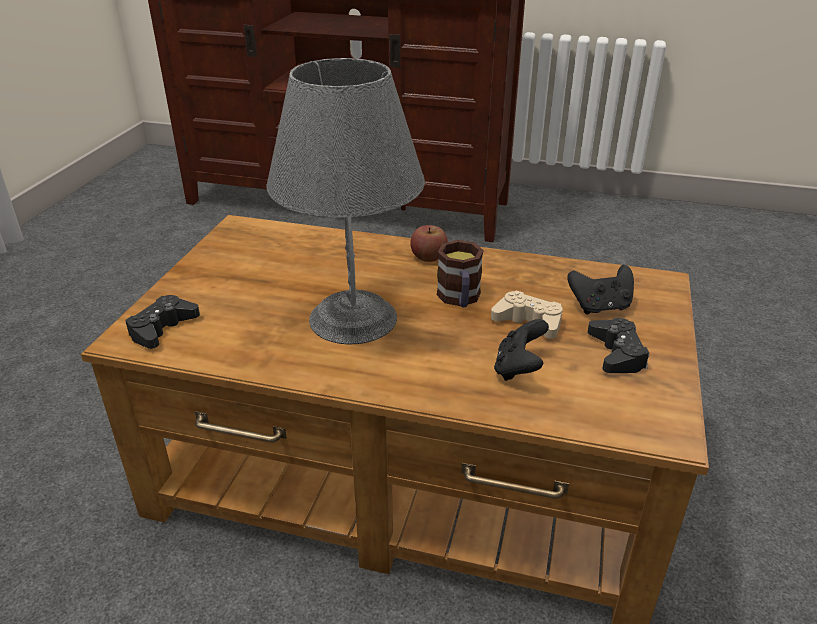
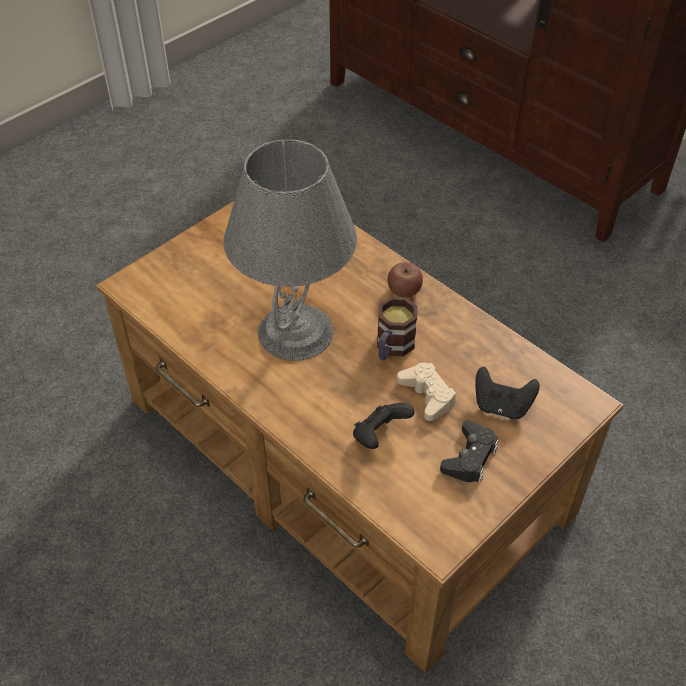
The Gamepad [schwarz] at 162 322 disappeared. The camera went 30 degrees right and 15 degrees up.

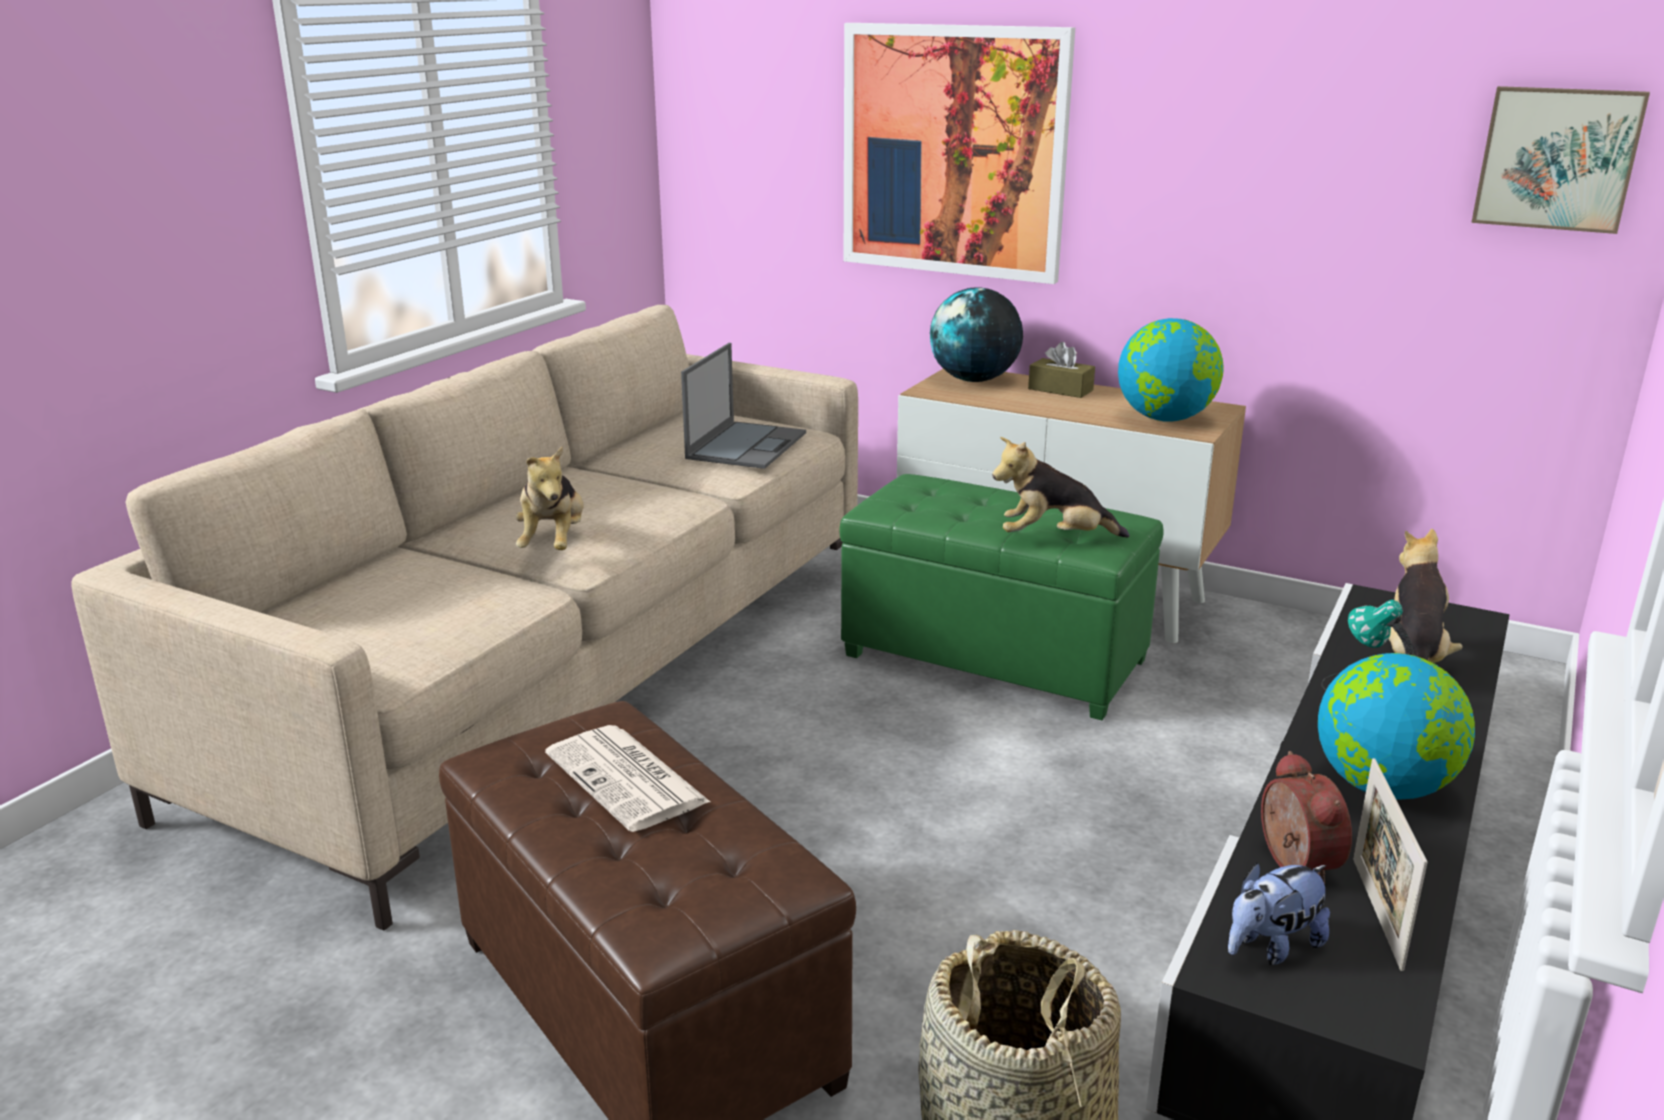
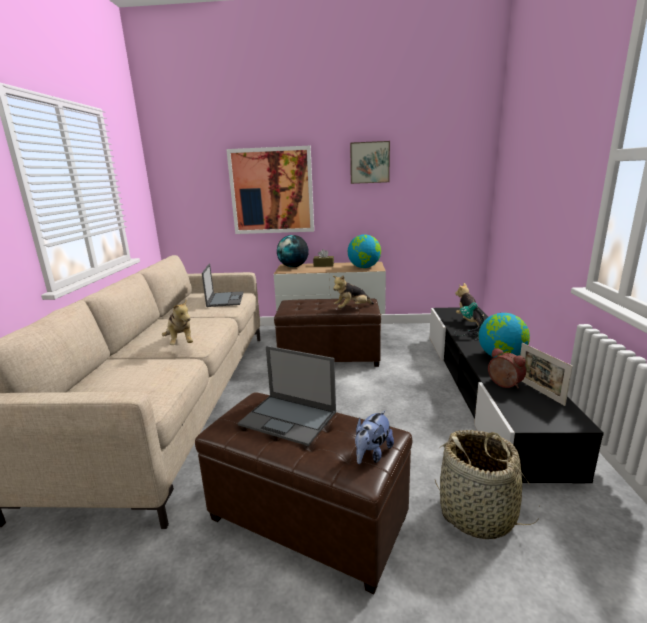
The Bild moved from 1560 160 to 370 162. The Polsterhocker [grün] at 1002 597 became the Polsterhocker [braun] at 327 332. The Zeitung at 627 778 was replaced by the Laptop at 287 396. The Plüschtier moved from 1279 914 to 374 437. The camera went 25 degrees left and 5 degrees down.

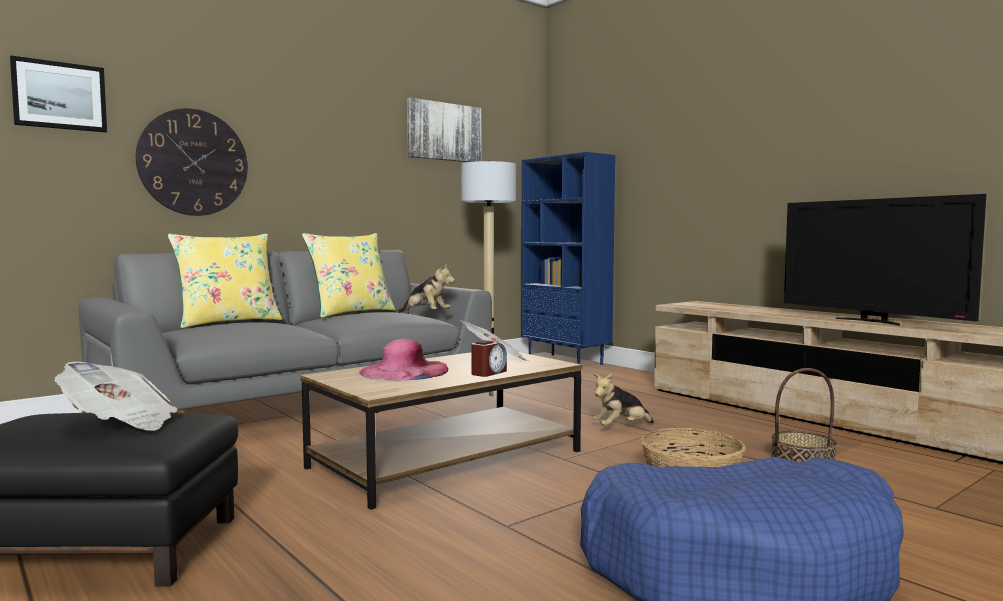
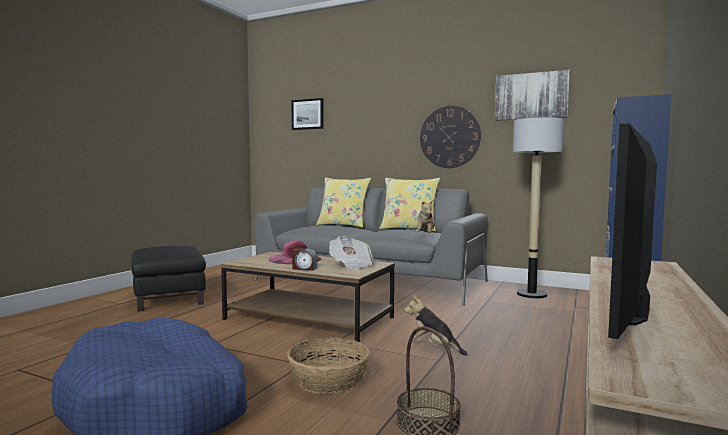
The Wanduhr moved from 192 162 to 450 137. The Zeitung at 116 396 disappeared. The camera went 65 degrees right and 0 degrees up.

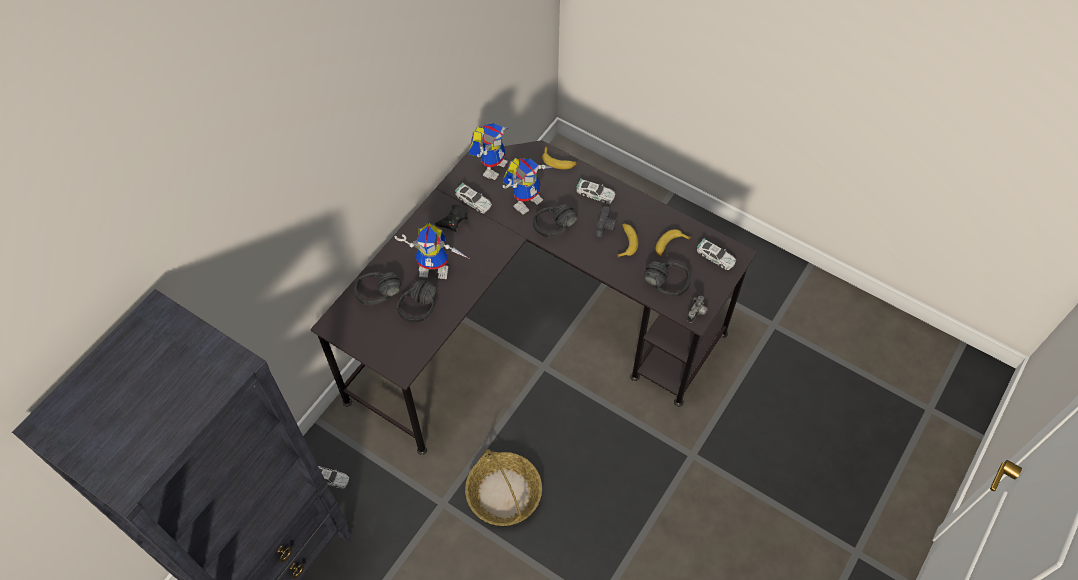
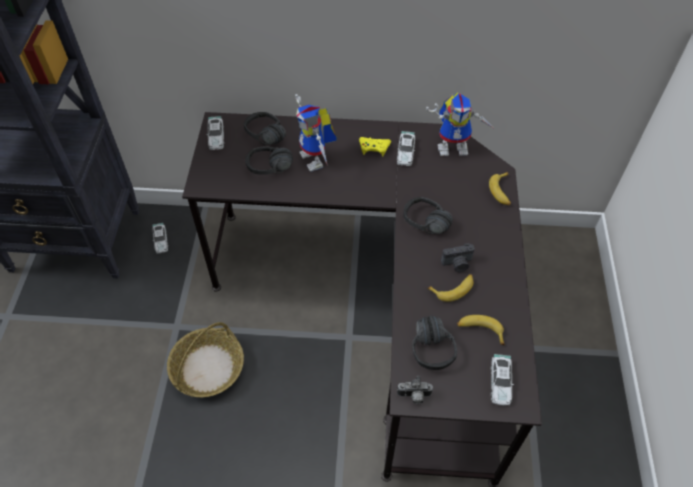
The Spielzeugroboter at 528 186 disappeared. The Spielzeugauto moved from 595 191 to 215 133. The Gamepad [schwarz] at 451 218 became the Gamepad [gelb] at 375 147. The camera went 60 degrees right and 5 degrees down.

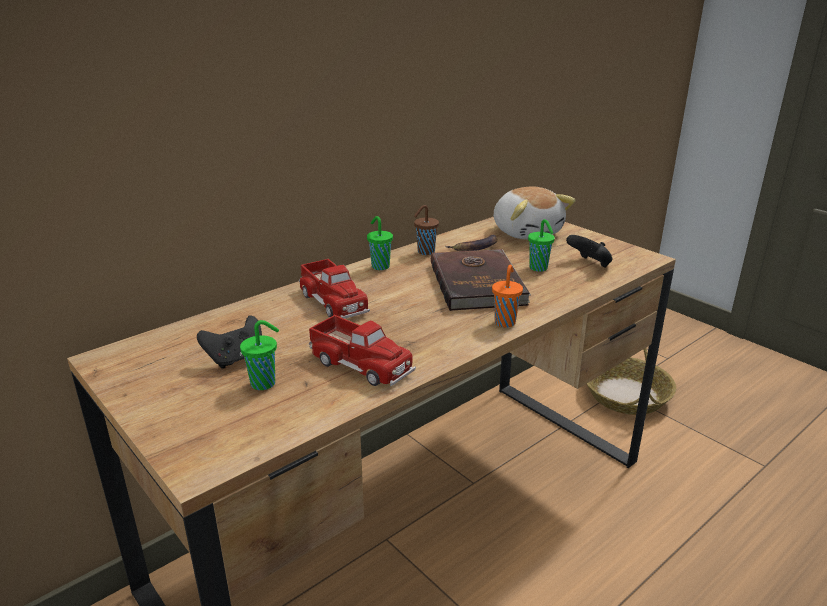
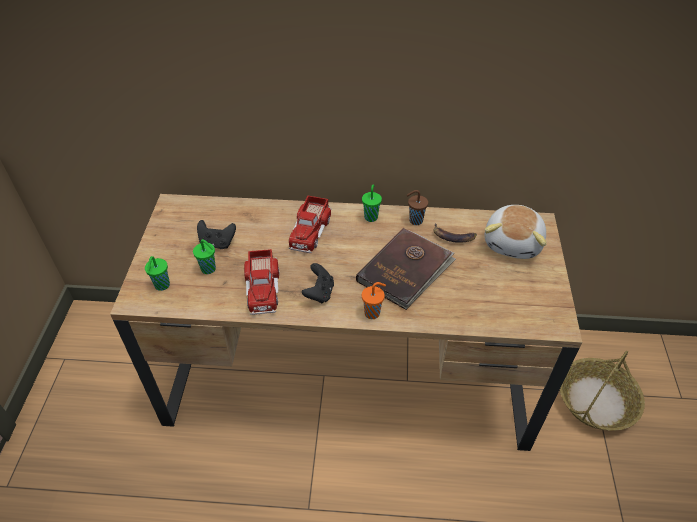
The Tasse [grün] moved from 541 245 to 157 273. The Gamepad [schwarz] moved from 589 251 to 318 283. The camera went 45 degrees right and 20 degrees up.

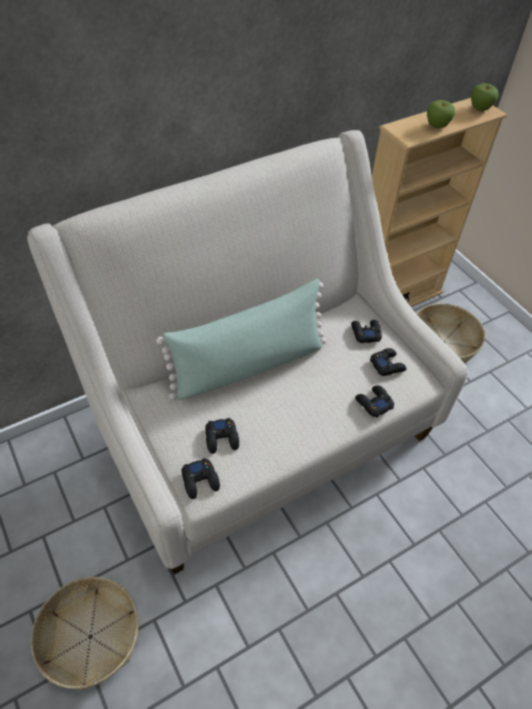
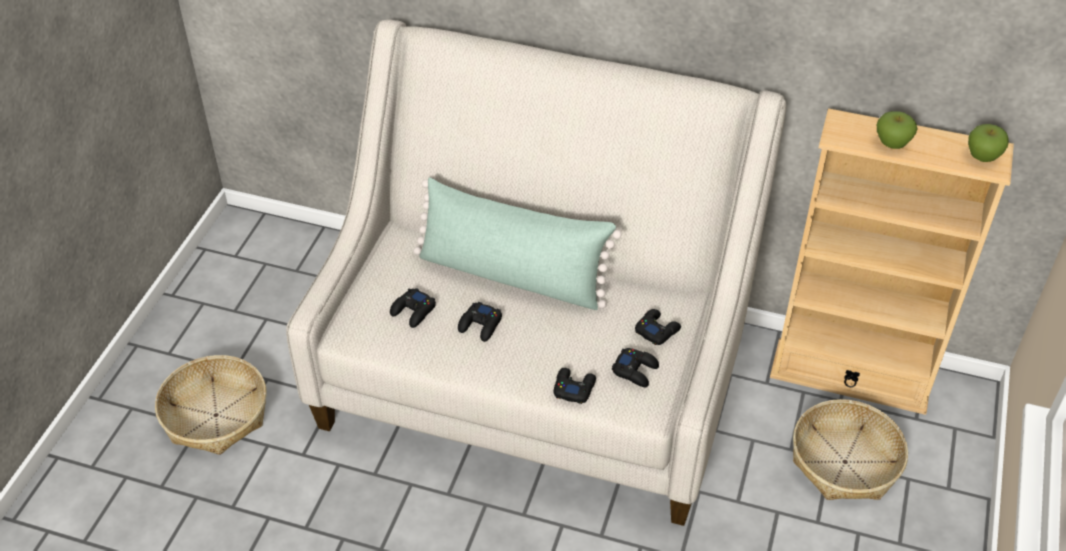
The Gamepad [schwarz] moved from 201 478 to 480 322. The camera went 50 degrees right and 5 degrees down.

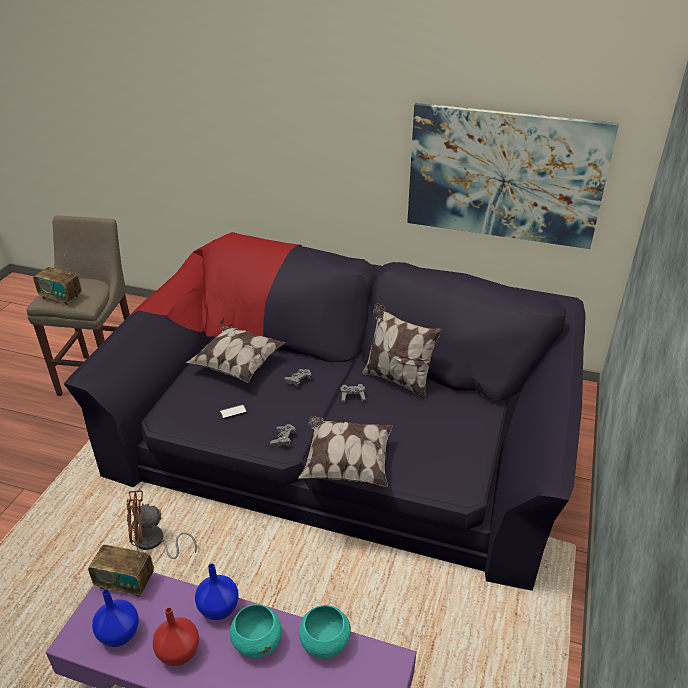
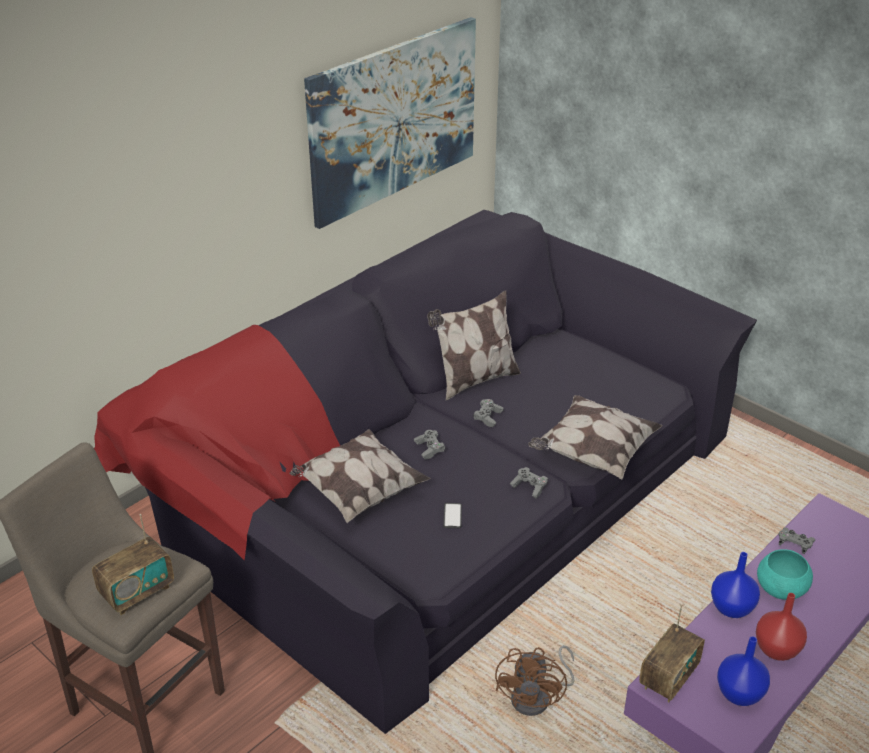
The Schüssel [türkis] at 325 631 was replaced by the Gamepad [grau] at 797 540. The camera went 65 degrees left and 0 degrees up.

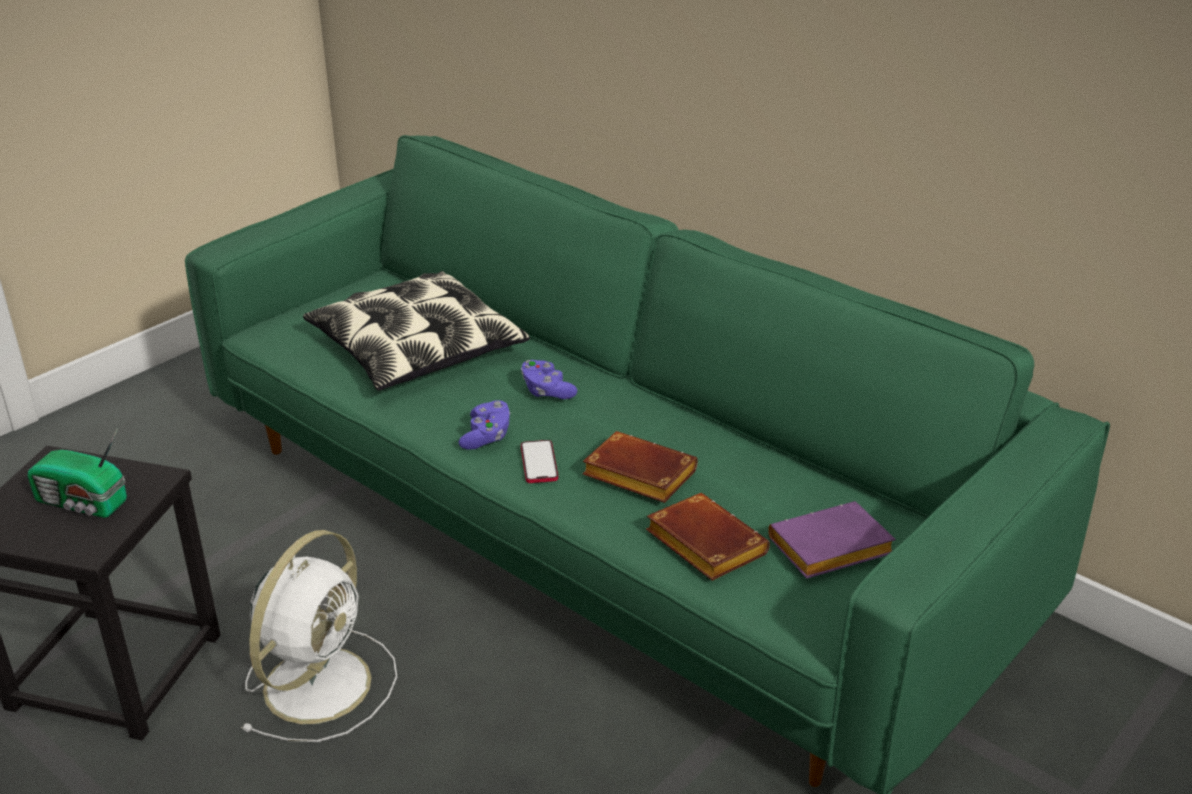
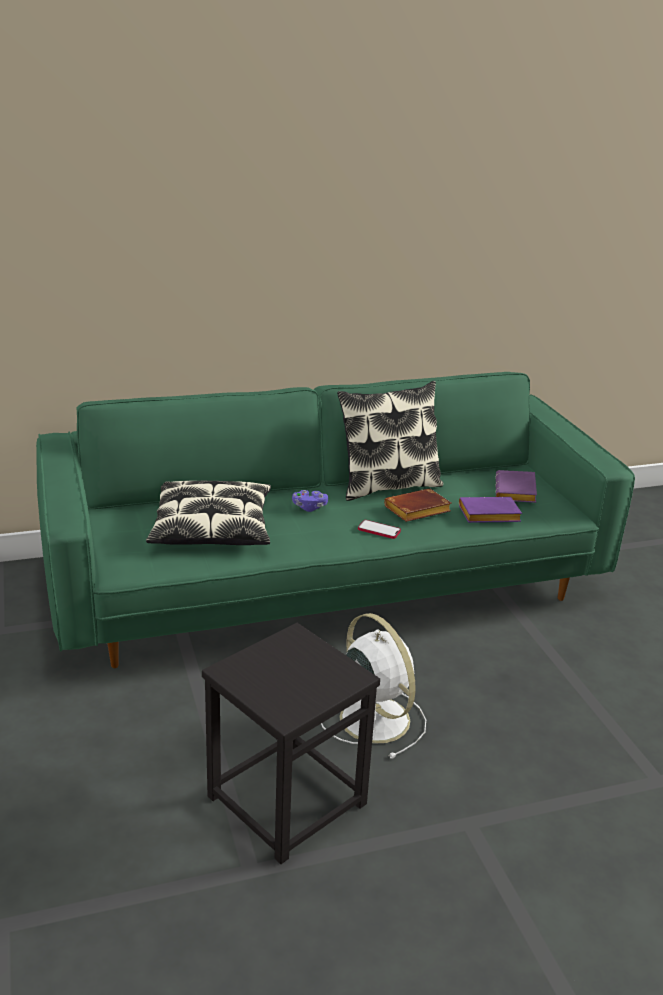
The Gamepad [lila] at 485 425 disappeared. The Radio at 77 473 disappeared. The Buch [braun] at 708 537 became the Buch [lila] at 490 510. The Kissen at 390 441 appeared. The camera went 60 degrees left and 5 degrees down.

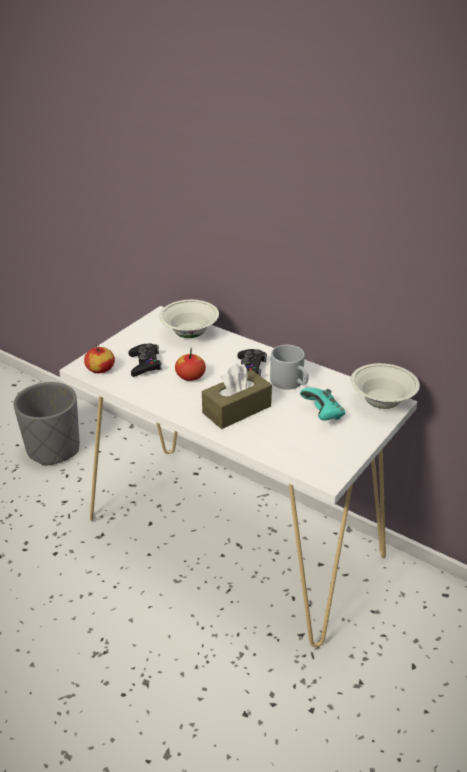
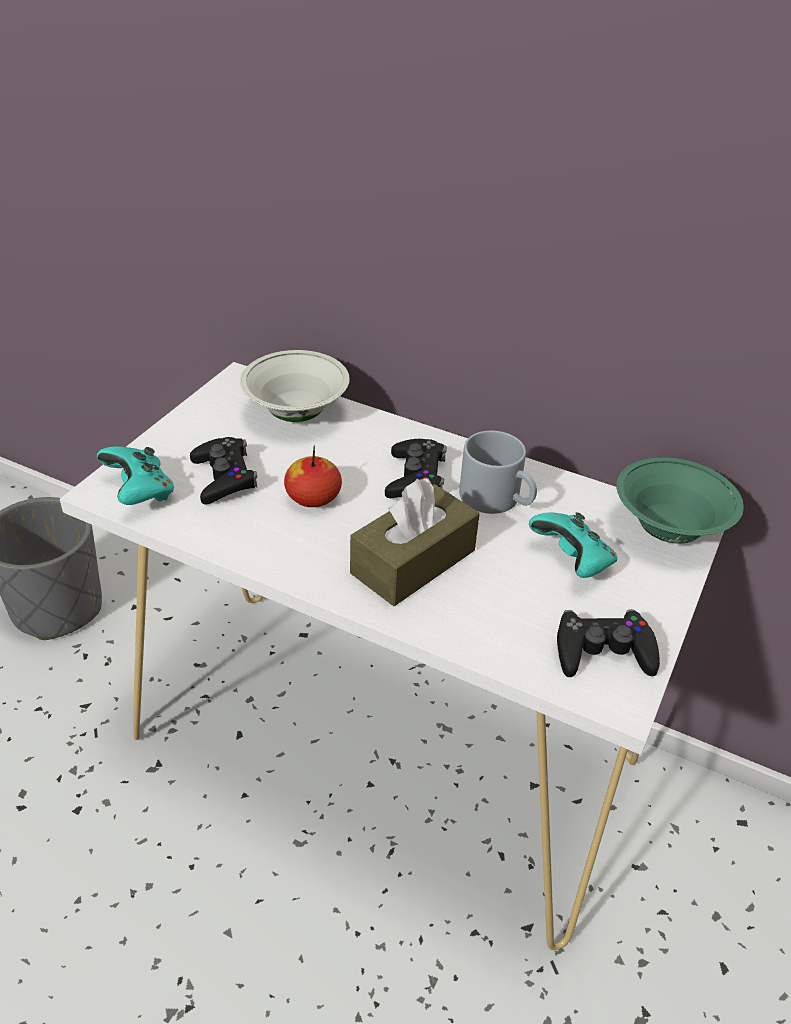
The Apfel at 99 358 was replaced by the Gamepad [türkis] at 135 475. The Schüssel [weiß] at 385 386 became the Schüssel [grün] at 680 500. The Gamepad [schwarz] at 608 643 appeared. The camera went 10 degrees left and 5 degrees up.

